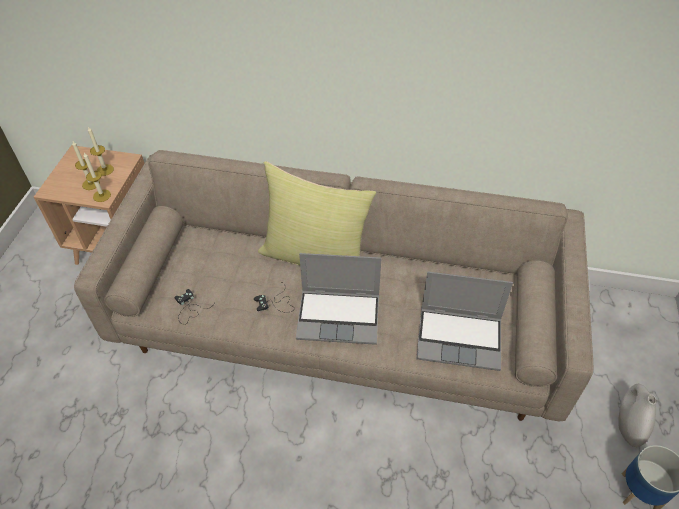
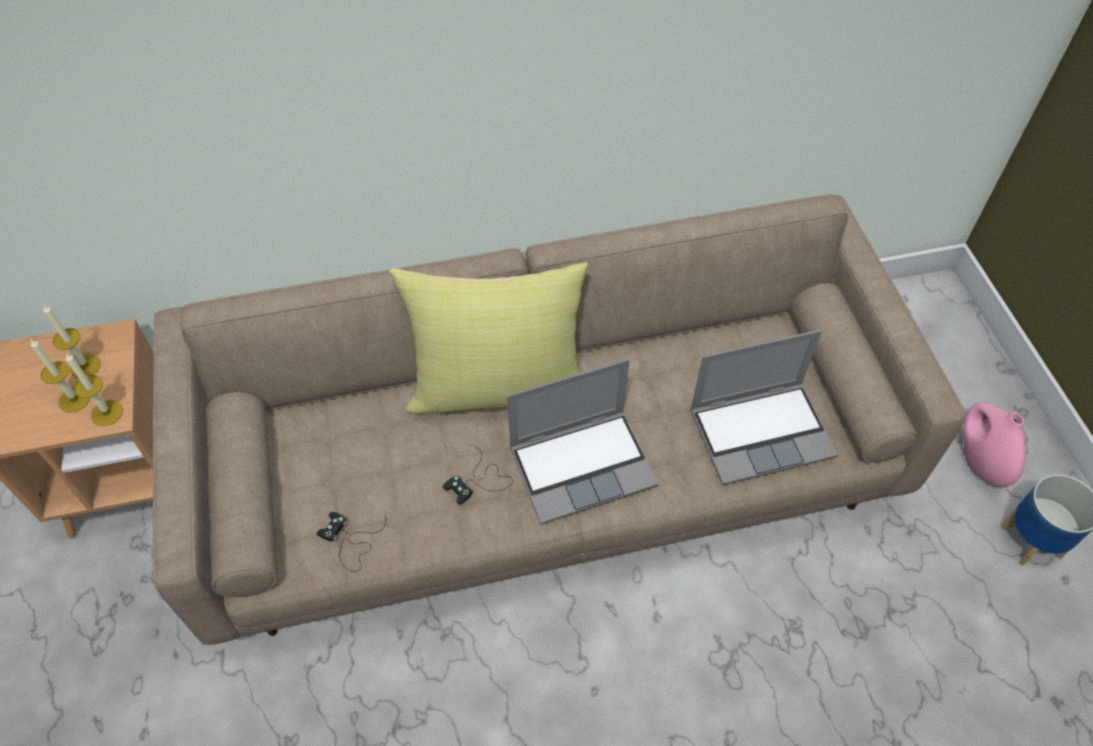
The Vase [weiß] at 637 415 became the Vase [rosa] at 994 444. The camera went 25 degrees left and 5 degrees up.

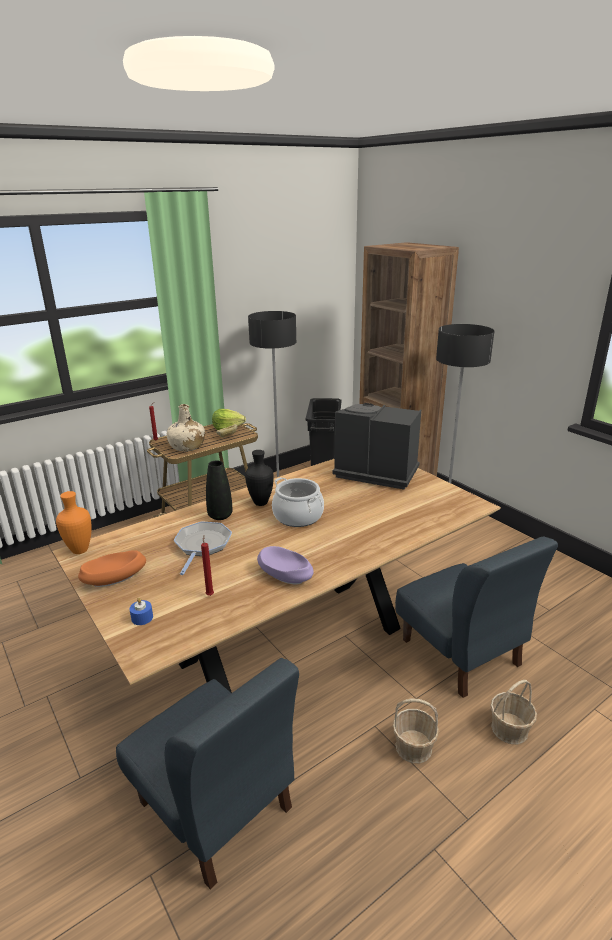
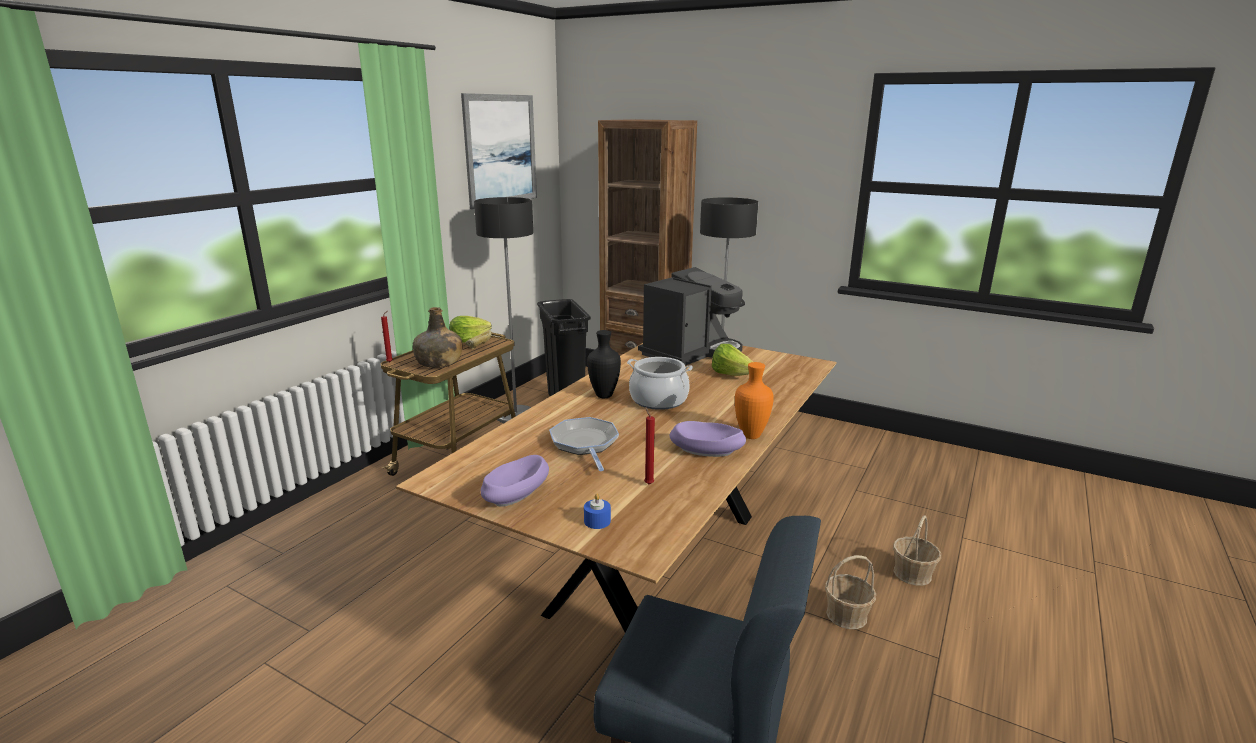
The Kaffeemaschine at 377 446 turned 135 degrees clockwise. The Flasche [beige] at 186 428 became the Flasche [grün] at 438 337. The Vase [schwarz] at 219 490 disappeared. The Vase [orange] moved from 74 522 to 754 400. The Stuhl [blau] at 476 617 disappeared. The Schüssel [orange] at 112 568 became the Schüssel [lila] at 515 481. The Bild at 499 151 appeared. The Salatkopf at 732 360 appeared. The camera went 25 degrees left and 5 degrees down.

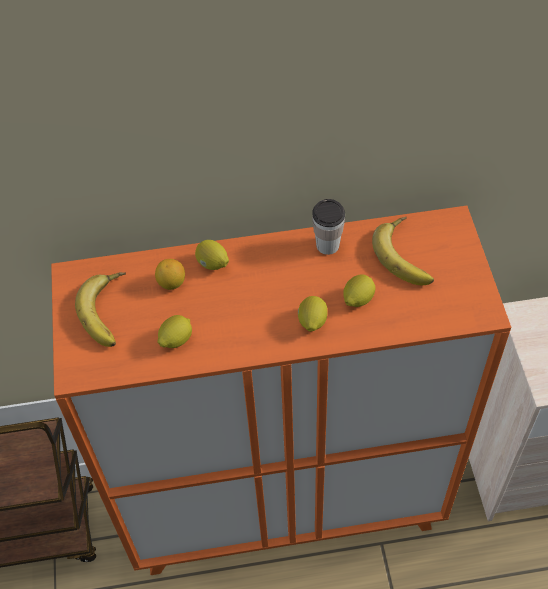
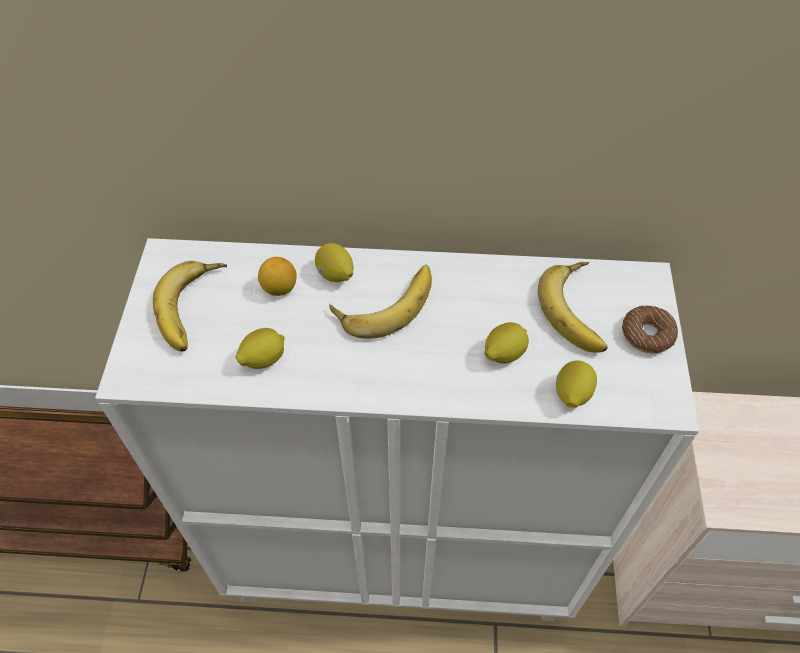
The Tasse at 328 227 disappeared. The Schrank [orange] at 281 390 became the Schrank [weiß] at 397 429. The Zitrone moved from 312 314 to 576 383. The Banane at 380 301 appeared. The Donut at 650 329 appeared. The camera went 10 degrees right and 0 degrees up.

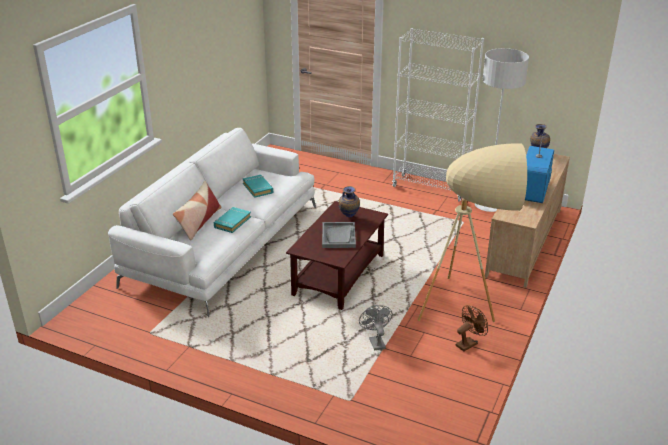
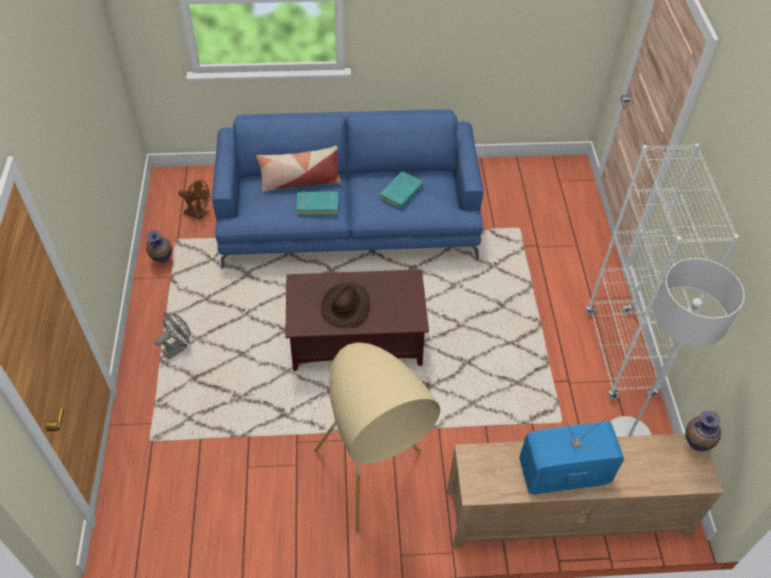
The Sofa [weiß] at 212 222 became the Sofa [blau] at 347 189. The Vase moved from 349 201 to 159 247. The Tablett [grau] at 339 235 was replaced by the Hut [braun] at 345 304. The Ventilator [grau] moved from 375 328 to 173 335. The Ventilator [braun] moved from 472 328 to 194 200. The camera went 60 degrees right and 20 degrees up.

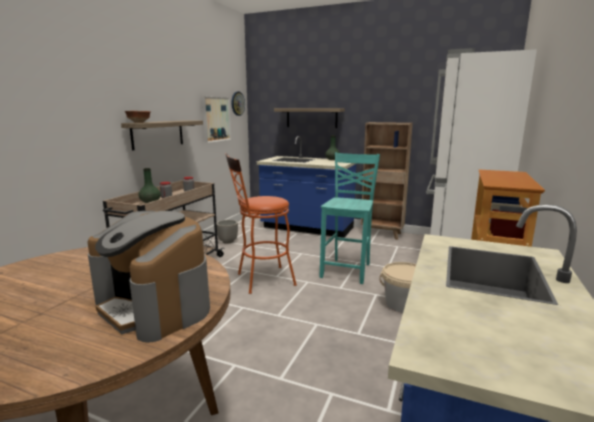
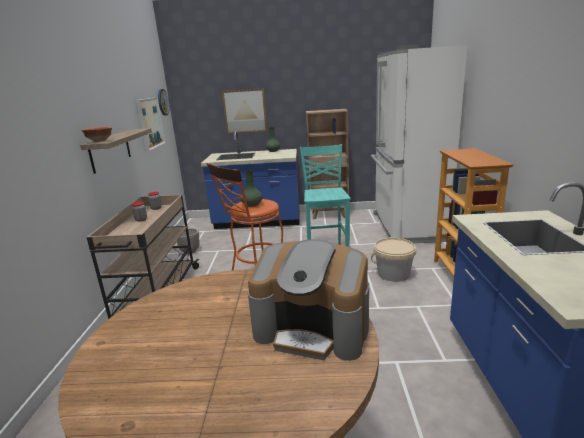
The Wandregal at 309 118 was replaced by the Bild at 244 110. The Vase [grün] moved from 149 185 to 251 188. The camera went 20 degrees left and 5 degrees up.

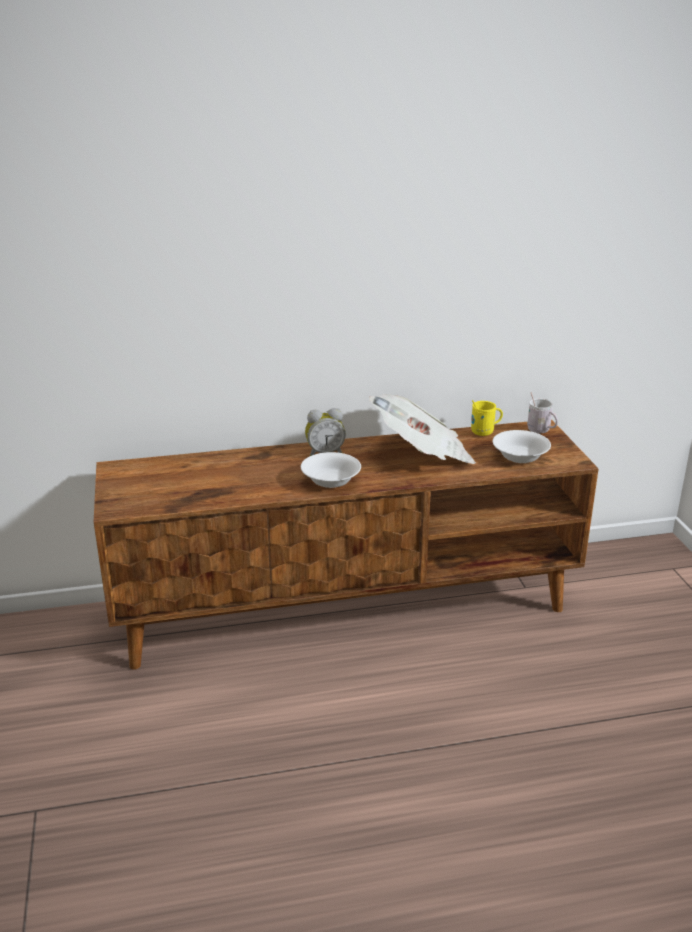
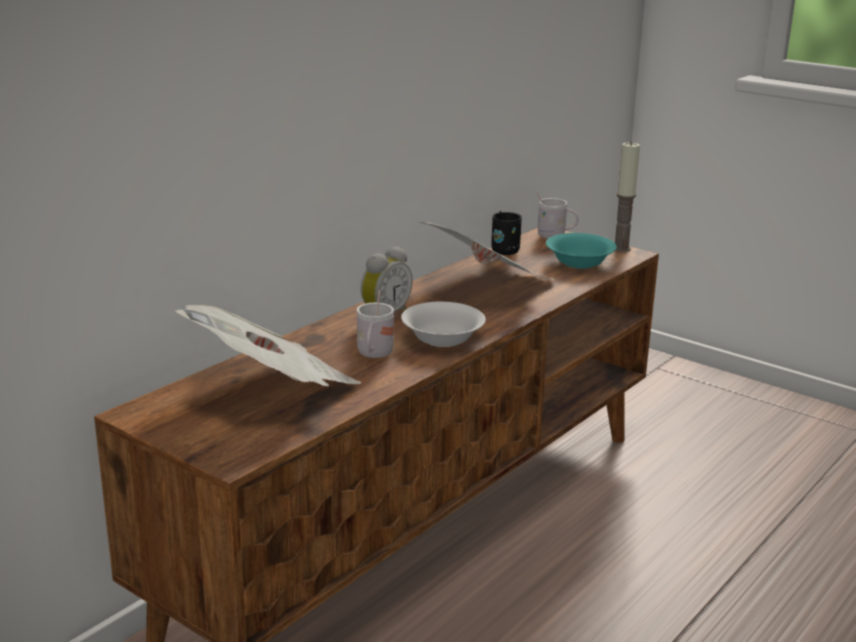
The Henkelbecher [gelb] at 487 418 became the Henkelbecher [schwarz] at 506 233. The Schüssel [weiß] at 522 446 became the Schüssel [türkis] at 581 251. The Kerze at 627 196 appeared. The Henkelbecher [weiß] at 375 324 appeared. The Zeitung at 267 346 appeared. The camera went 40 degrees left and 5 degrees down.

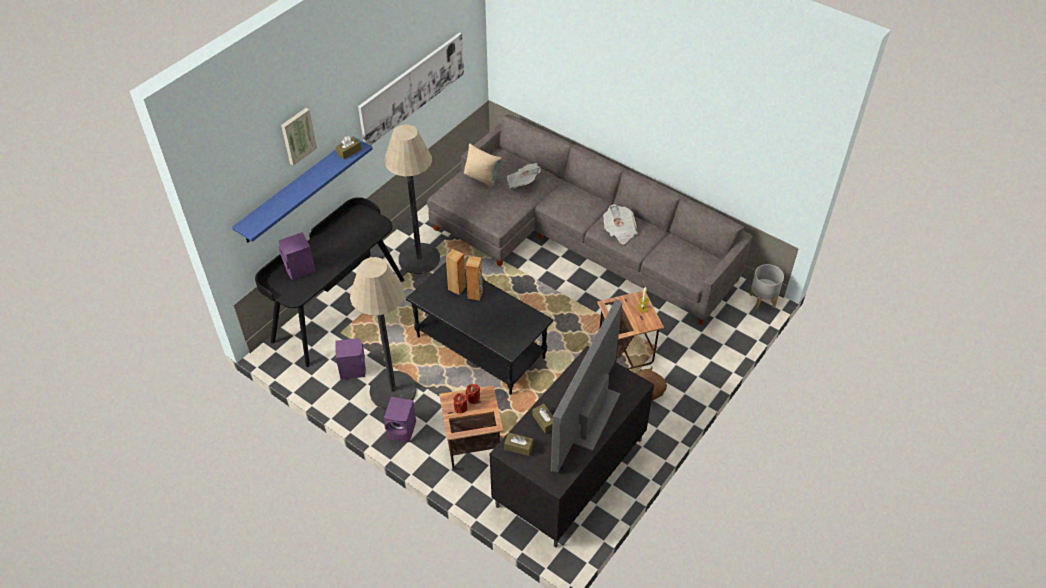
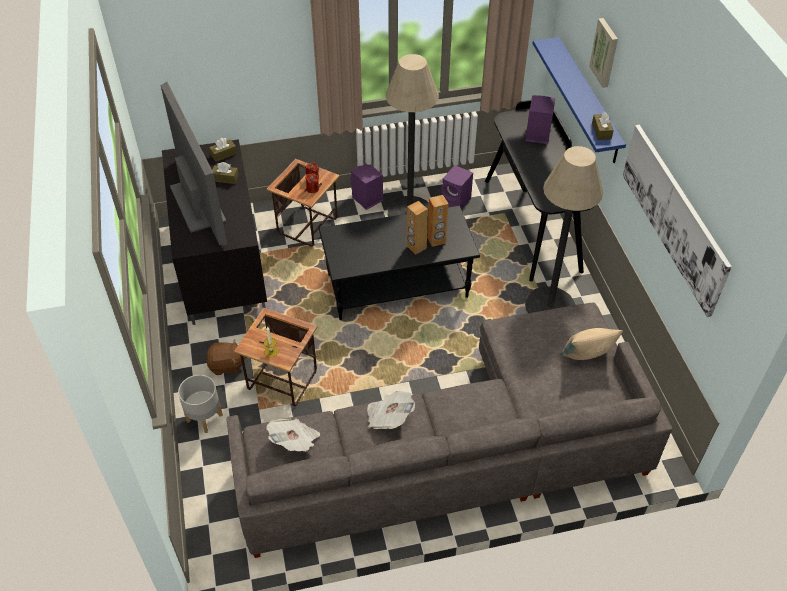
The Zeitung moved from 524 175 to 293 435. The Pflanzkübel [grau] moved from 767 287 to 200 404. The camera went 130 degrees right and 0 degrees up.

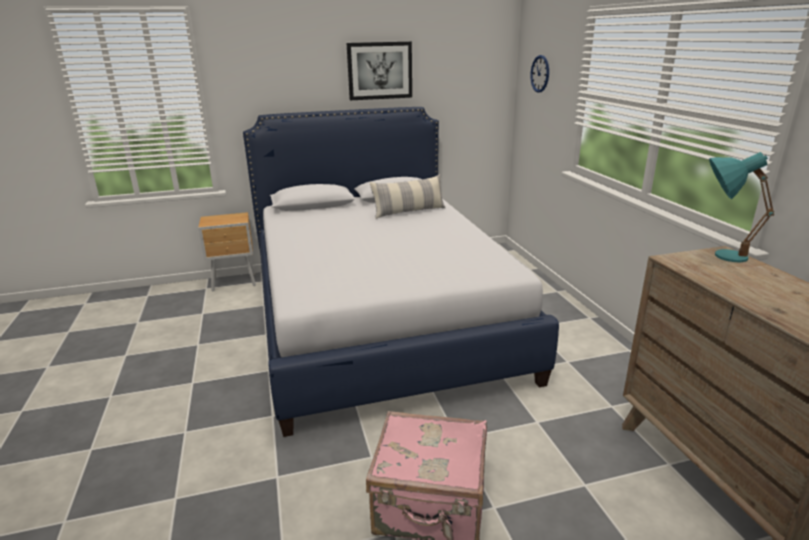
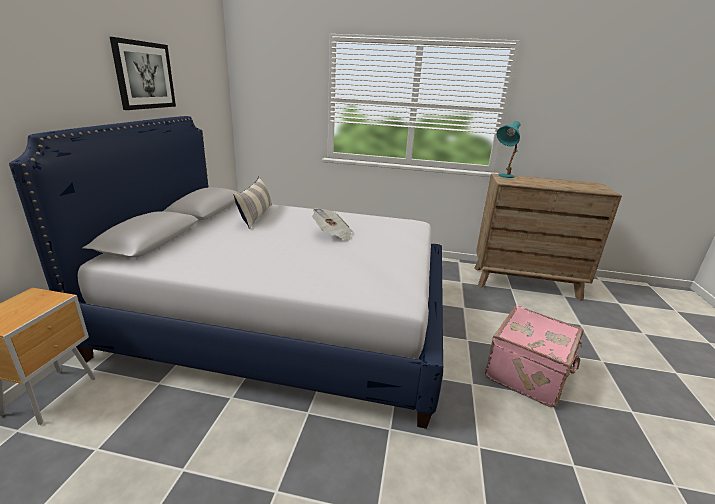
The Wanduhr at 539 74 disappeared. The Zeitung at 332 224 appeared. The camera went 65 degrees left and 0 degrees up.

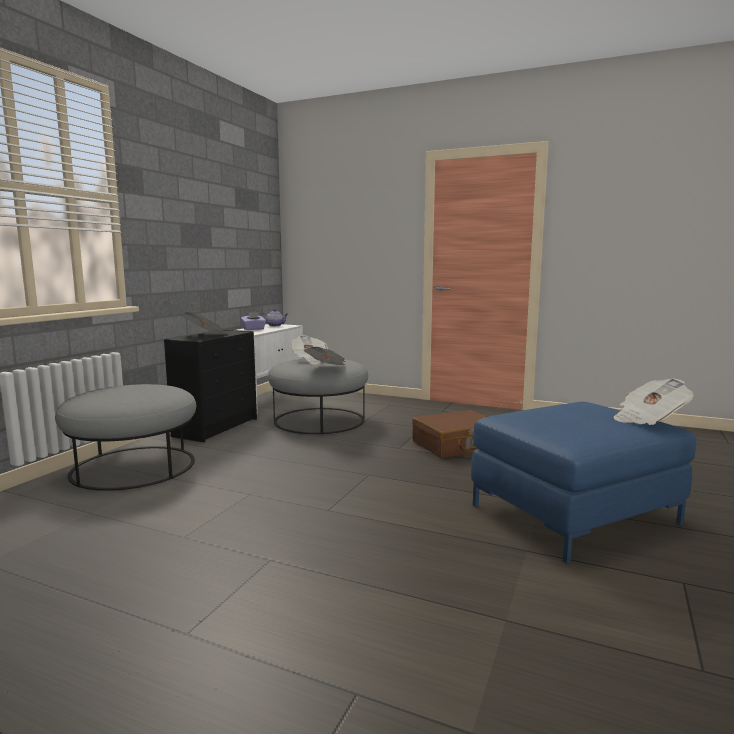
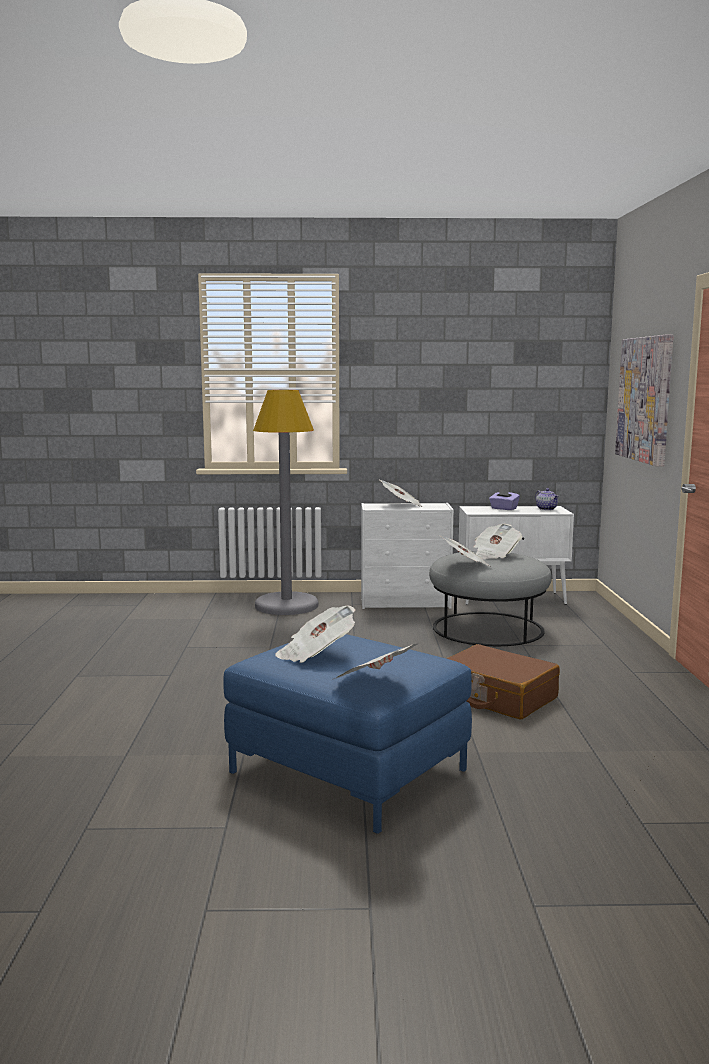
The Kommode [schwarz] at 210 385 became the Kommode [weiß] at 407 556. The Polsterhocker [grau] at 125 437 was replaced by the Stehlampe [grau] at 285 502. The Bild at 644 400 appeared. The Zeitung at 316 634 appeared. The camera went 65 degrees right and 0 degrees up.

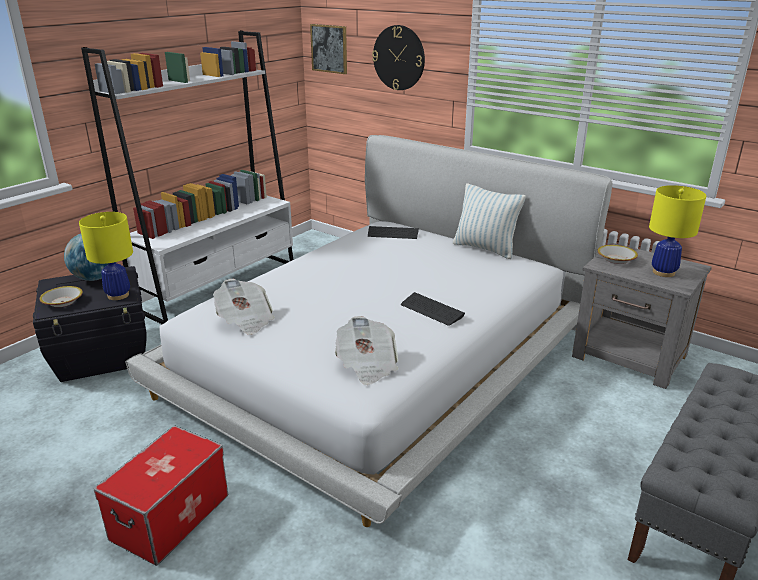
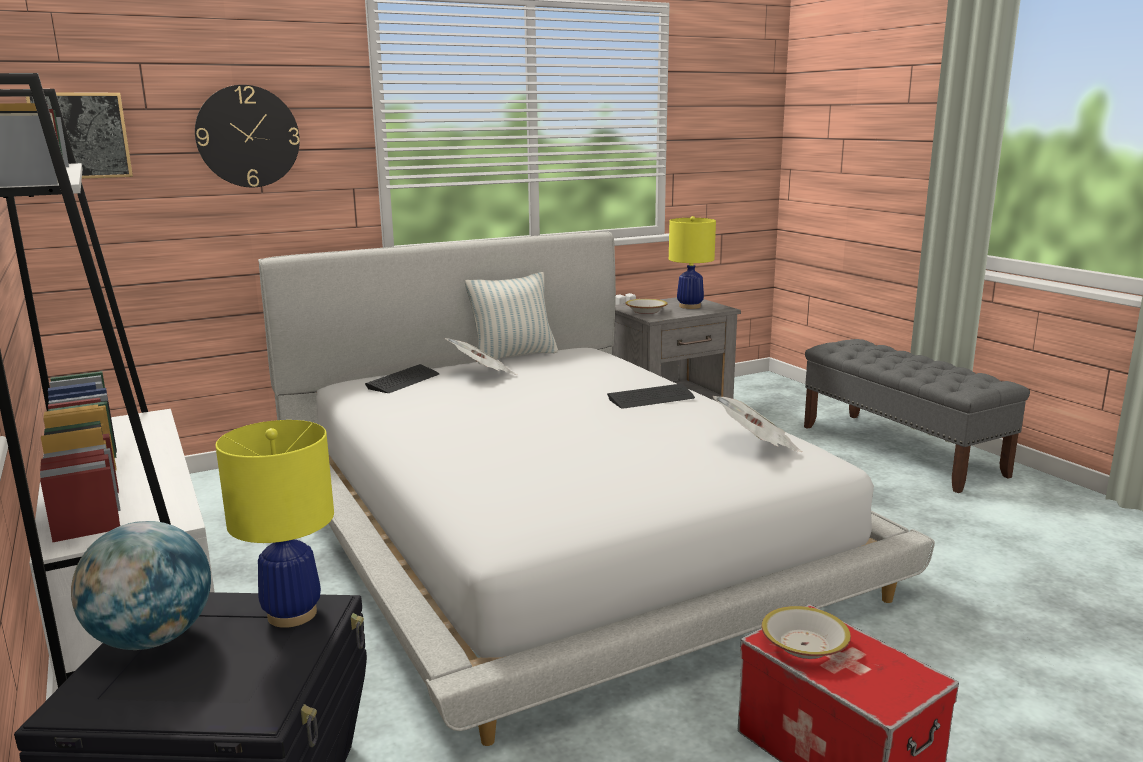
The Zeitung moved from 244 307 to 480 356. The Schüssel moved from 61 296 to 806 632. The camera went 65 degrees left and 10 degrees down.

